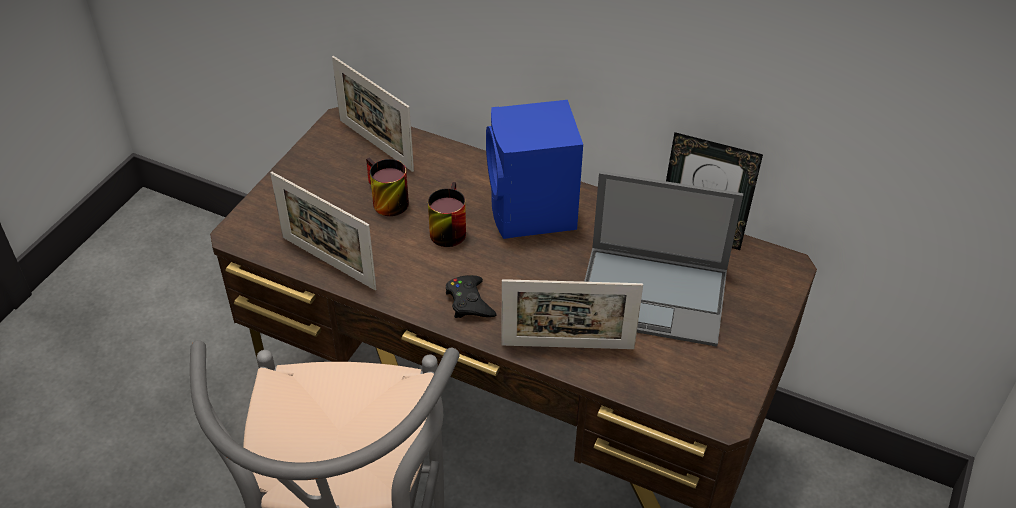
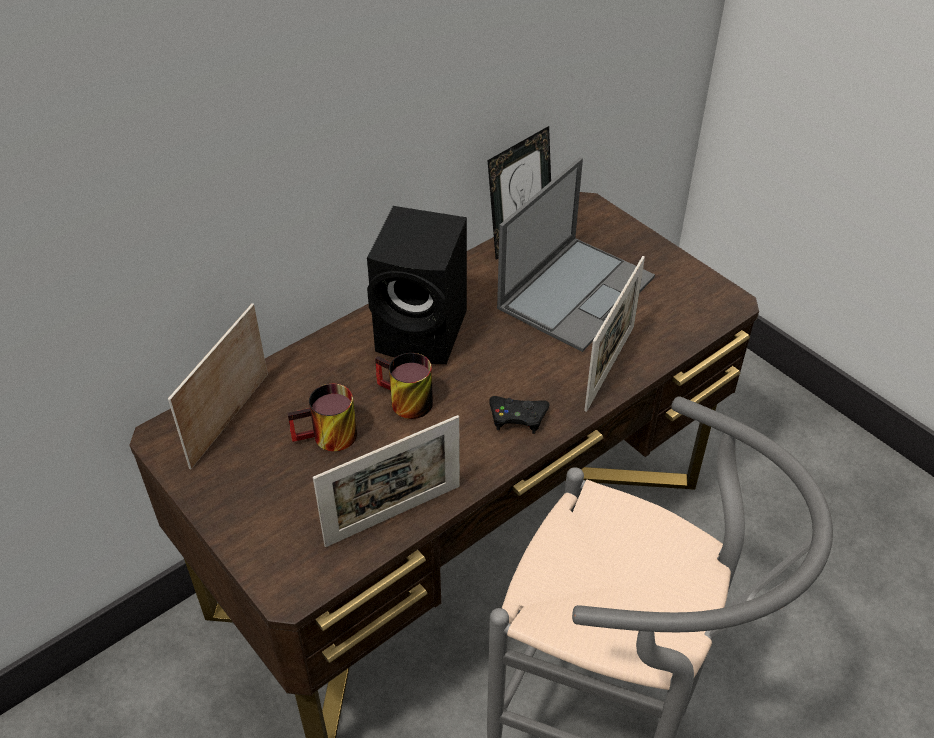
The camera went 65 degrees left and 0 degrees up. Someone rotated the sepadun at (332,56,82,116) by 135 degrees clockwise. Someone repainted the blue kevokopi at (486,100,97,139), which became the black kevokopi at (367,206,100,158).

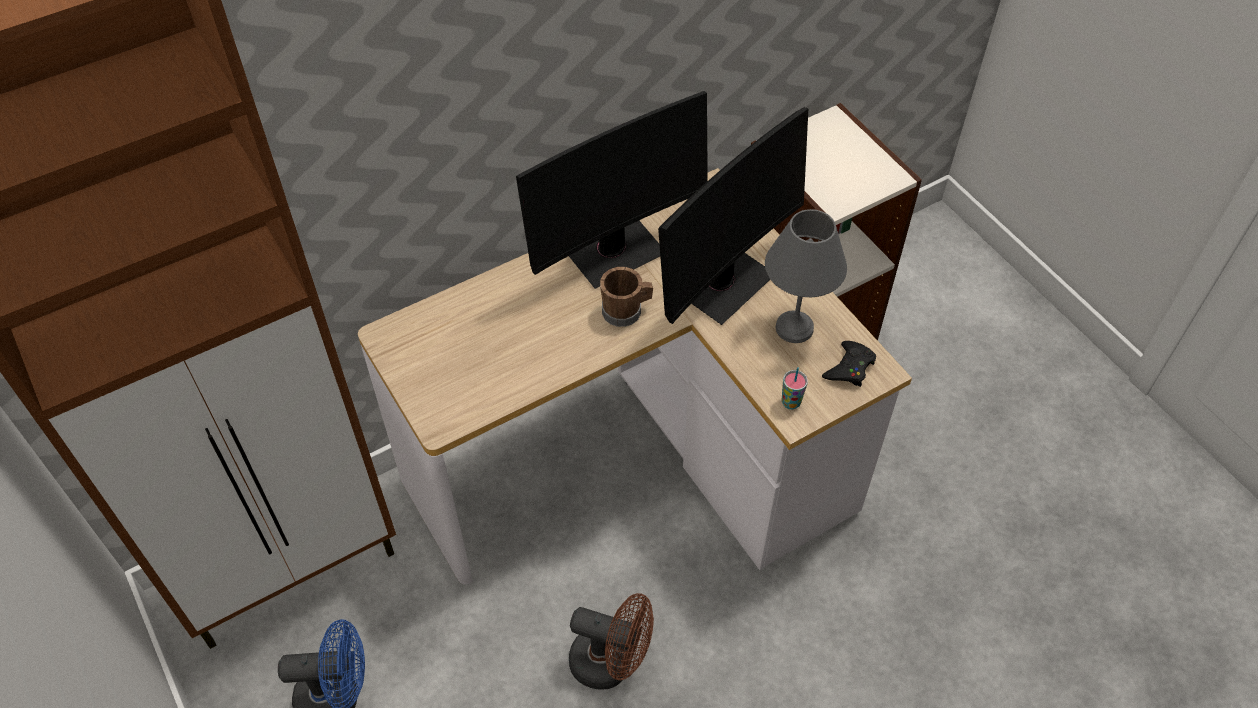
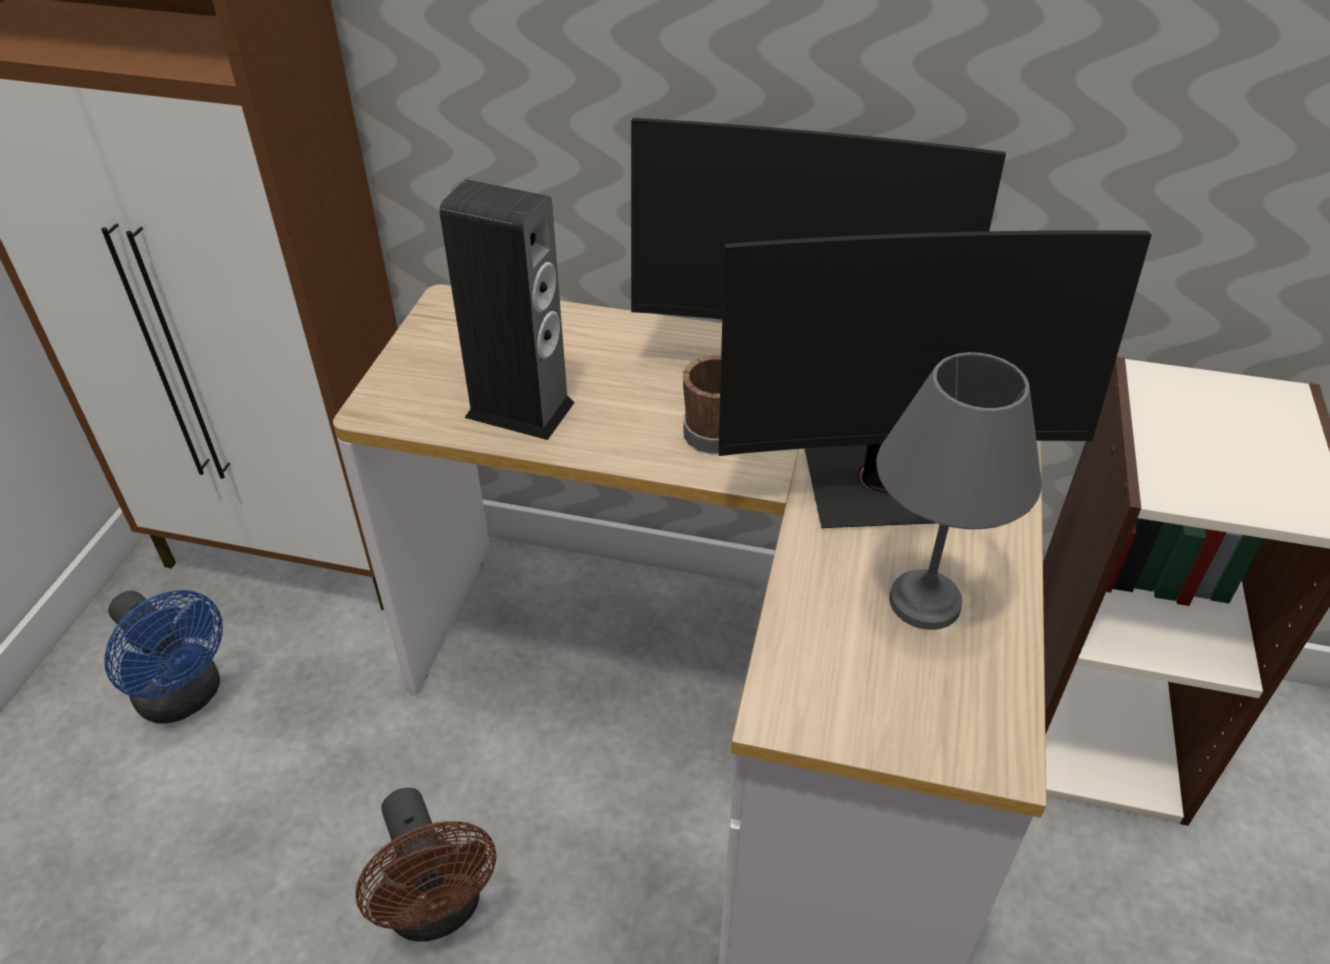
The camera went 45 degrees right and 10 degrees down. Someone took away the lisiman at (782,367,26,42). Someone took away the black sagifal at (822,341,54,46). Someone put down the kevokopi at (439,180,136,260).

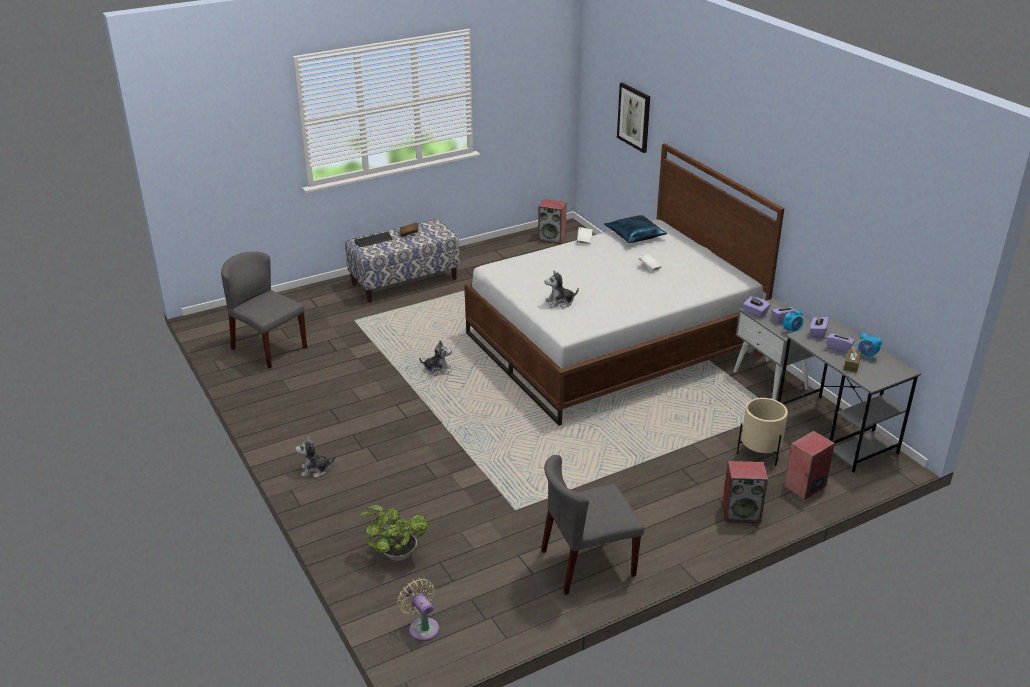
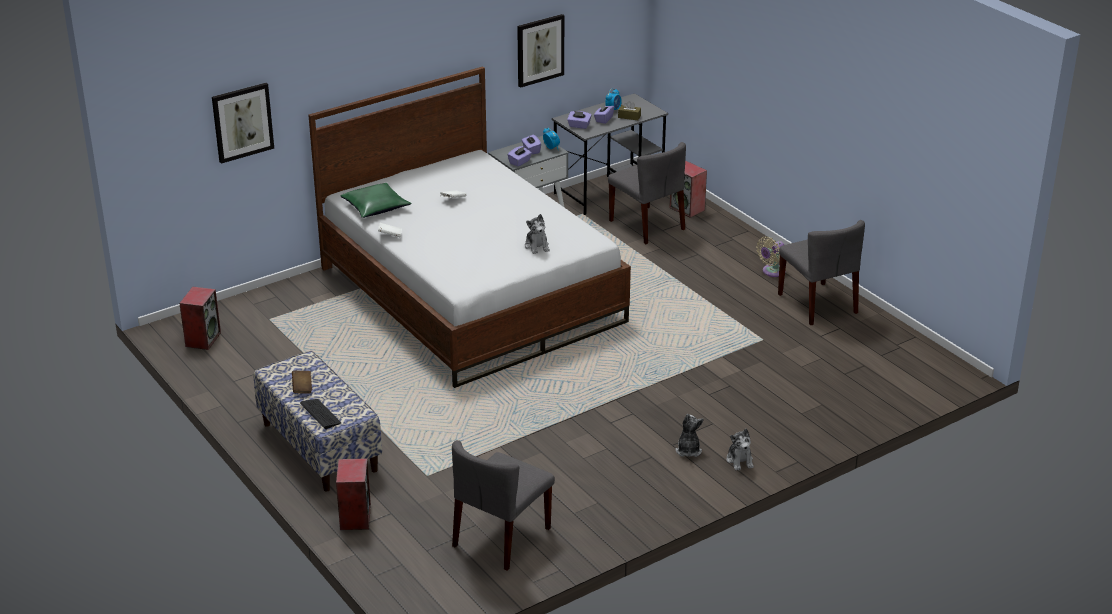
The camera went 95 degrees left and 0 degrees up. Someone took away the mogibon at (359,505,69,56). Someone carried the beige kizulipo from (397,578,42,63) to (756,237,28,40). Someone carried the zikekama from (419,340,33,36) to (675,414,29,43). Someone repainted the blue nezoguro at (604,215,63,28), which became the green nezoguro at (340,183,72,35). Someone carried the kevokopi from (722,461,46,62) to (336,459,35,71). Someone swapped the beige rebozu at (737,398,51,68) for the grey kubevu at (608,142,78,102). Someone put up the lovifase at (517,14,47,74).

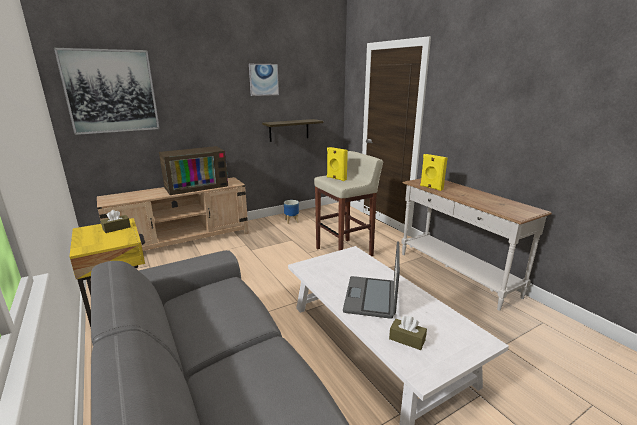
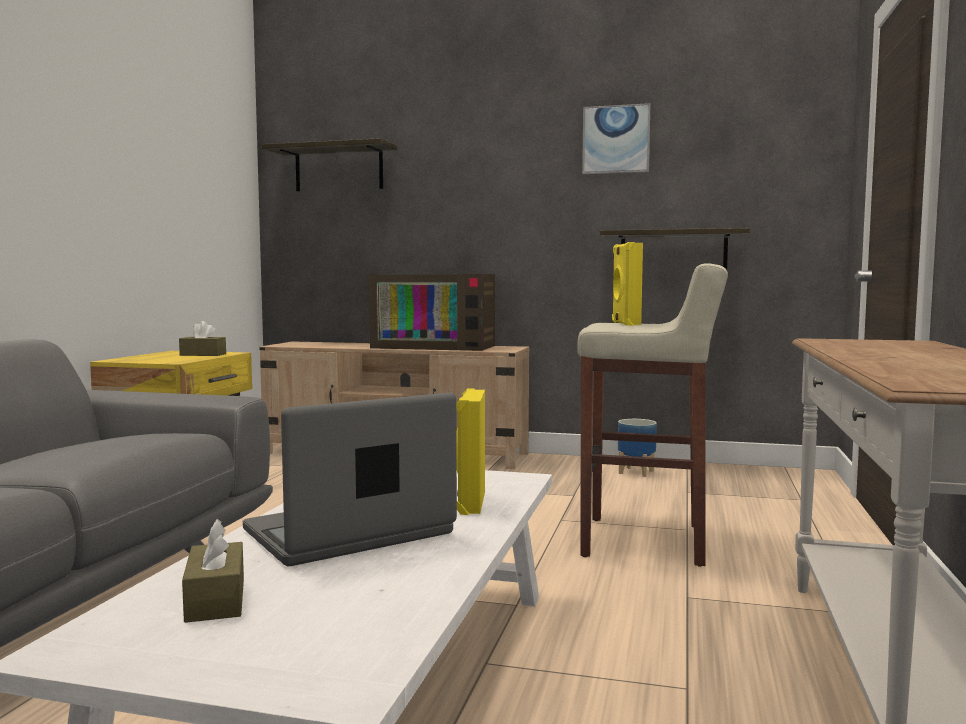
The camera went 45 degrees right and 15 degrees down. Someone swapped the lovifase at (54,48,106,87) for the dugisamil at (261,138,136,53). Someone carried the yellow kevokopi from (420,154,28,37) to (456,389,29,126).

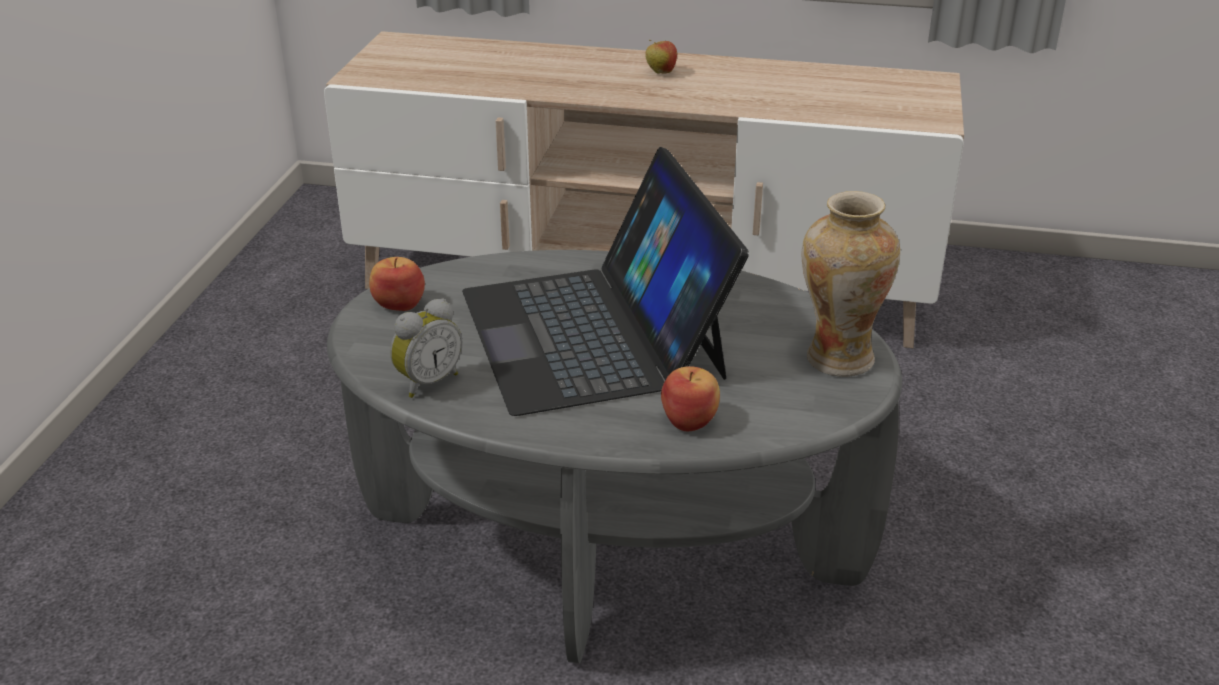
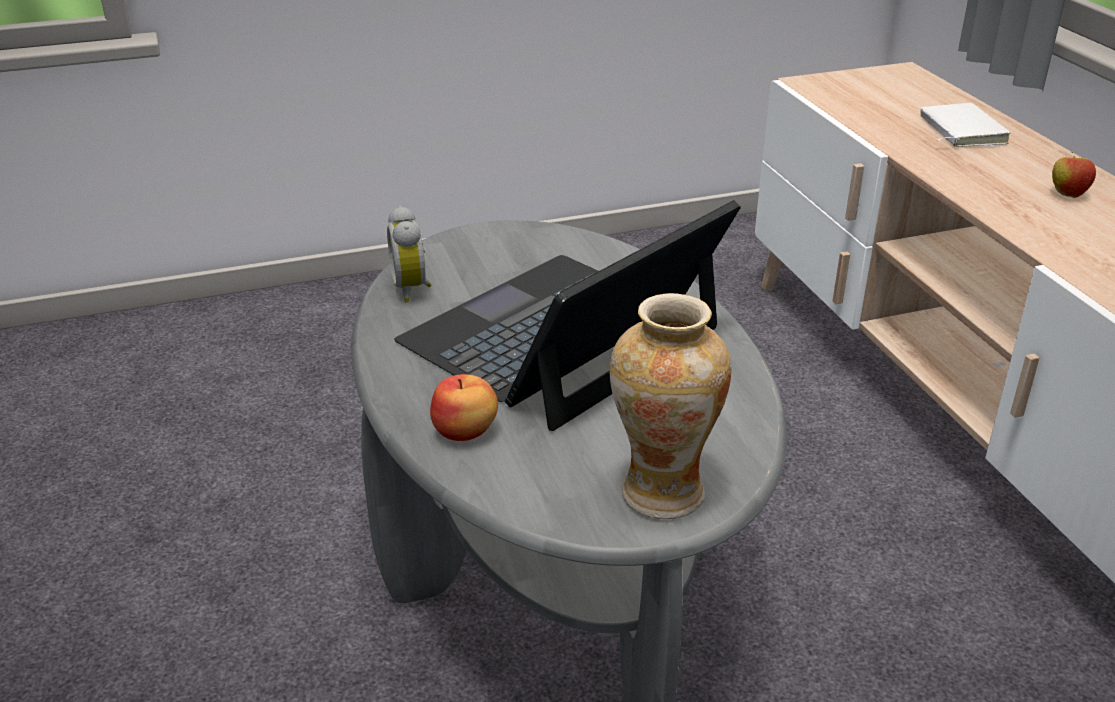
The camera went 60 degrees right and 0 degrees up. Someone took away the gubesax at (369,257,56,54). Someone rotated the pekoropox at (390,298,72,100) by 60 degrees clockwise. Someone put down the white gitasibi at (920,103,90,44).

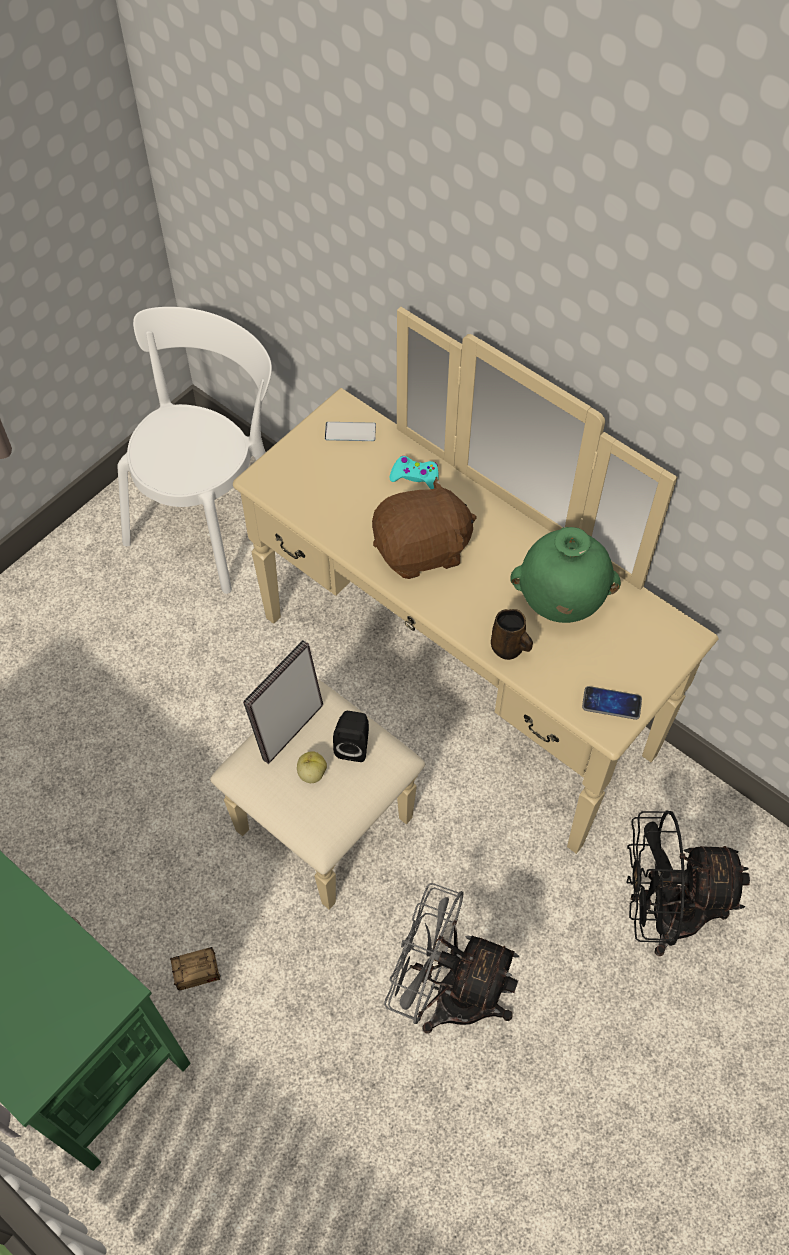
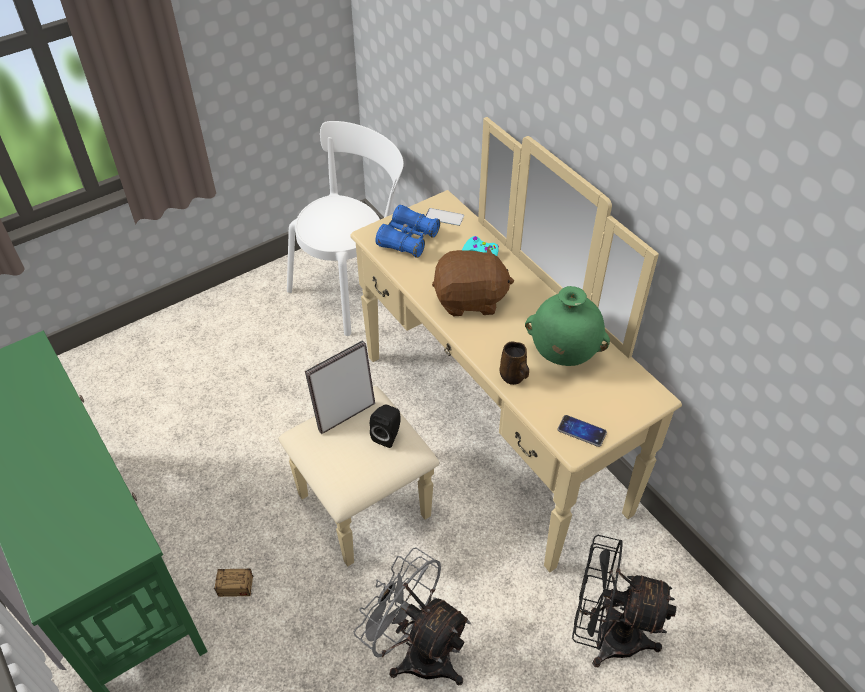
The camera went 15 degrees right and 10 degrees down. Someone took away the gubesax at (297,751,30,32). Someone put down the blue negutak at (376,205,64,53).

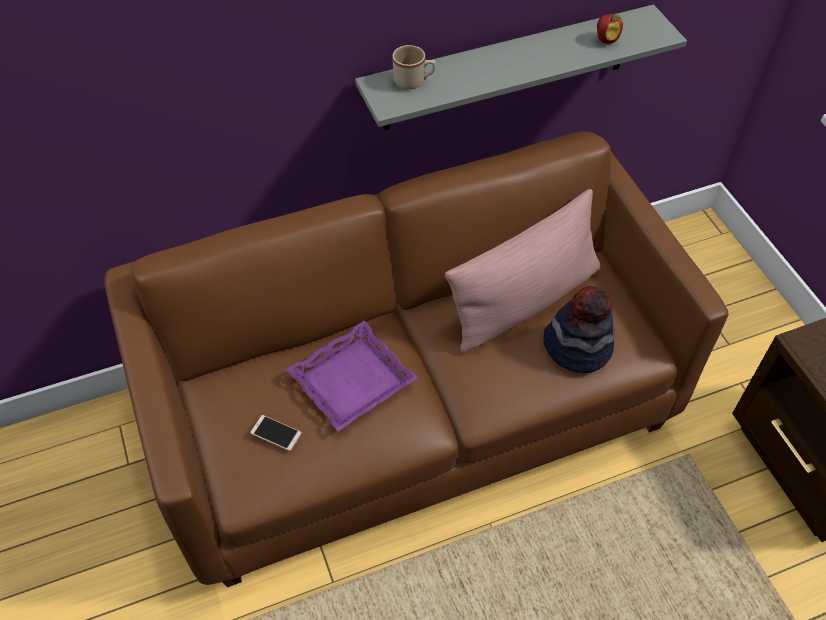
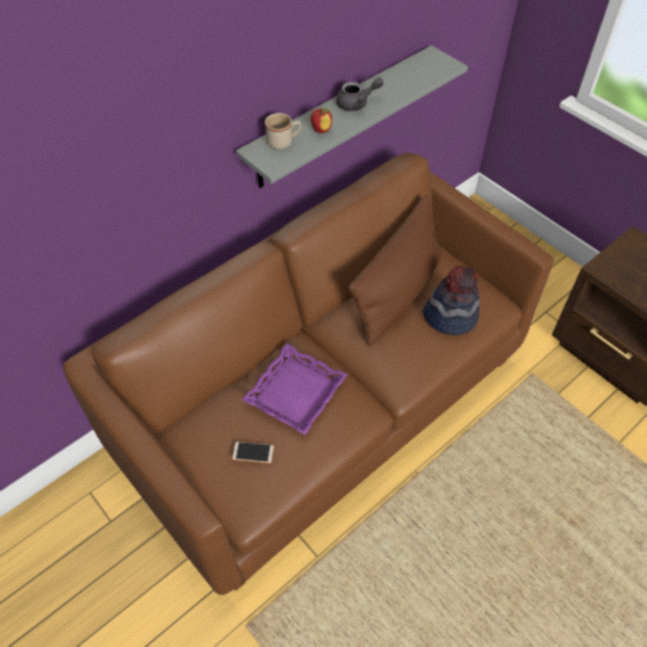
The camera went 20 degrees left and 0 degrees up. Someone repainted the pink nezoguro at (445,189,156,164), which became the brown nezoguro at (348,195,94,151). Someone carried the gubesax from (597,14,26,30) to (311,108,21,25). Someone put down the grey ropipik at (336,77,48,34).

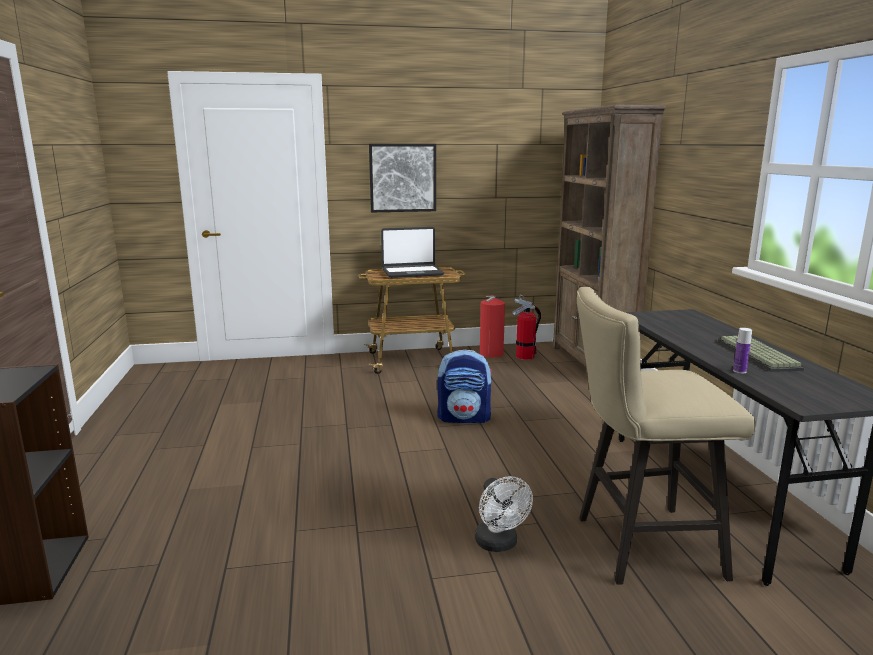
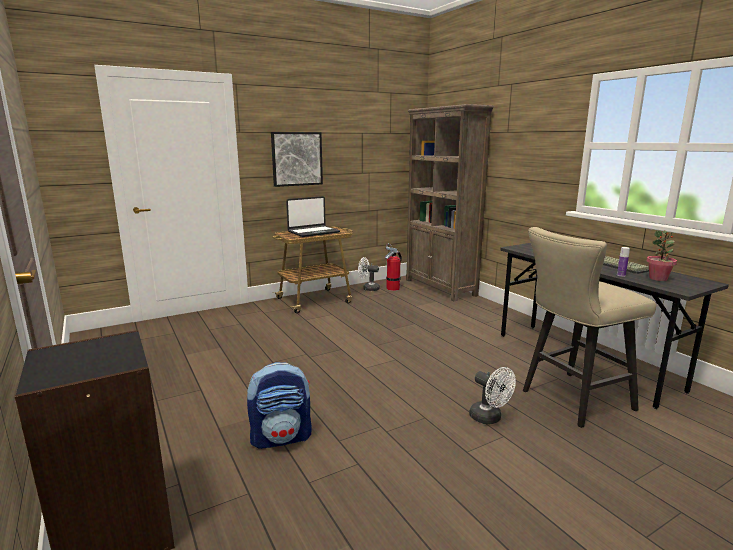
The camera went 20 degrees left and 0 degrees up. Someone carried the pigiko from (437,350,56,73) to (247,362,65,87). Someone swapped the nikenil at (480,296,25,62) for the white kizulipo at (358,257,22,34). Someone put down the mogibon at (647,230,30,51).

